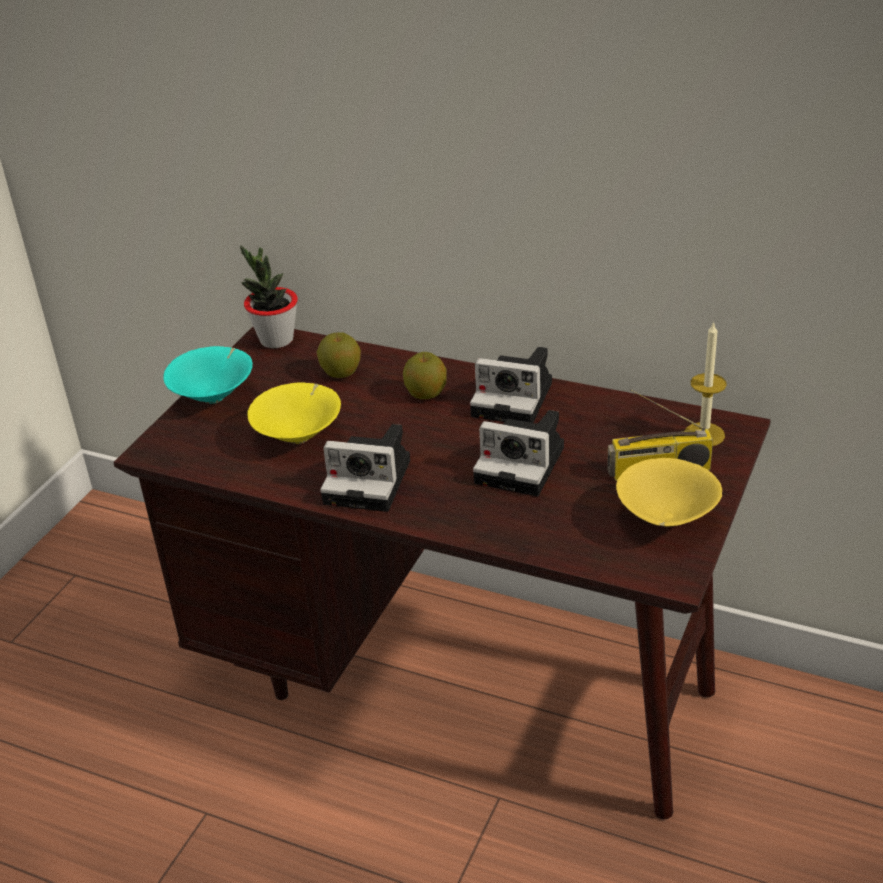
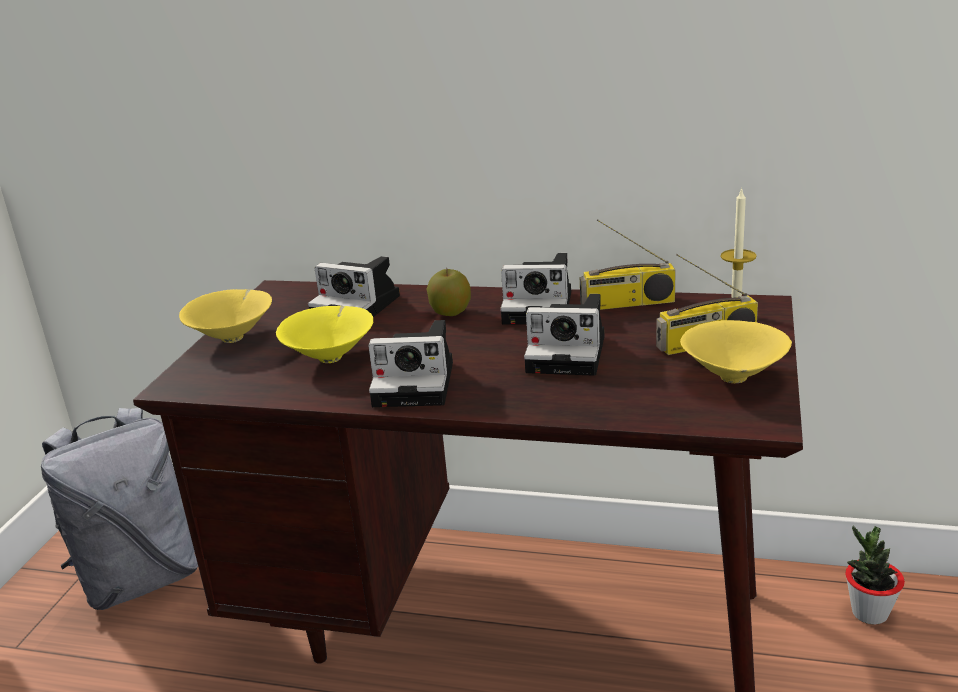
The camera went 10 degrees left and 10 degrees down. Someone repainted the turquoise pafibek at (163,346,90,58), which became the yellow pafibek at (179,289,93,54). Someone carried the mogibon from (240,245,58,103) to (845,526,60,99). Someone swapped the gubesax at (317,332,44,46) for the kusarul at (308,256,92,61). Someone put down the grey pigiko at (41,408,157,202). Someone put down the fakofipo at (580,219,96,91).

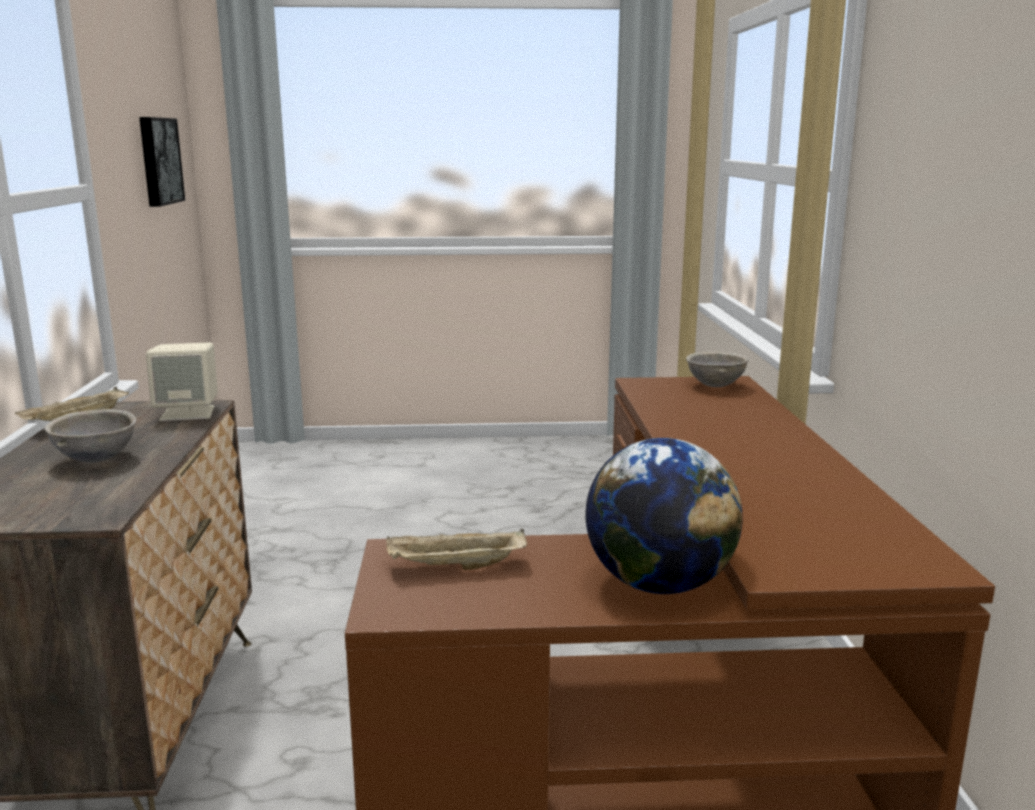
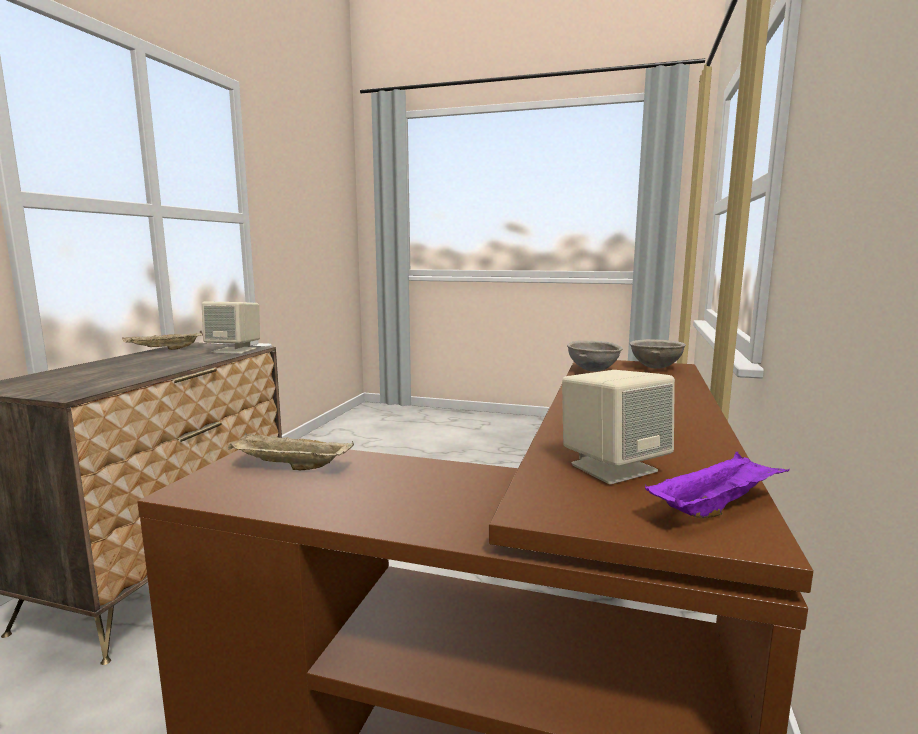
The camera went 20 degrees right and 5 degrees down. Someone carried the grey pafibek from (44,409,92,54) to (567,341,56,31). Someone took away the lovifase at (139,117,46,90). Someone took away the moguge at (585,438,158,156). Someone put down the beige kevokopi at (562,370,113,114). Someone put down the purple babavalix at (645,452,144,66).

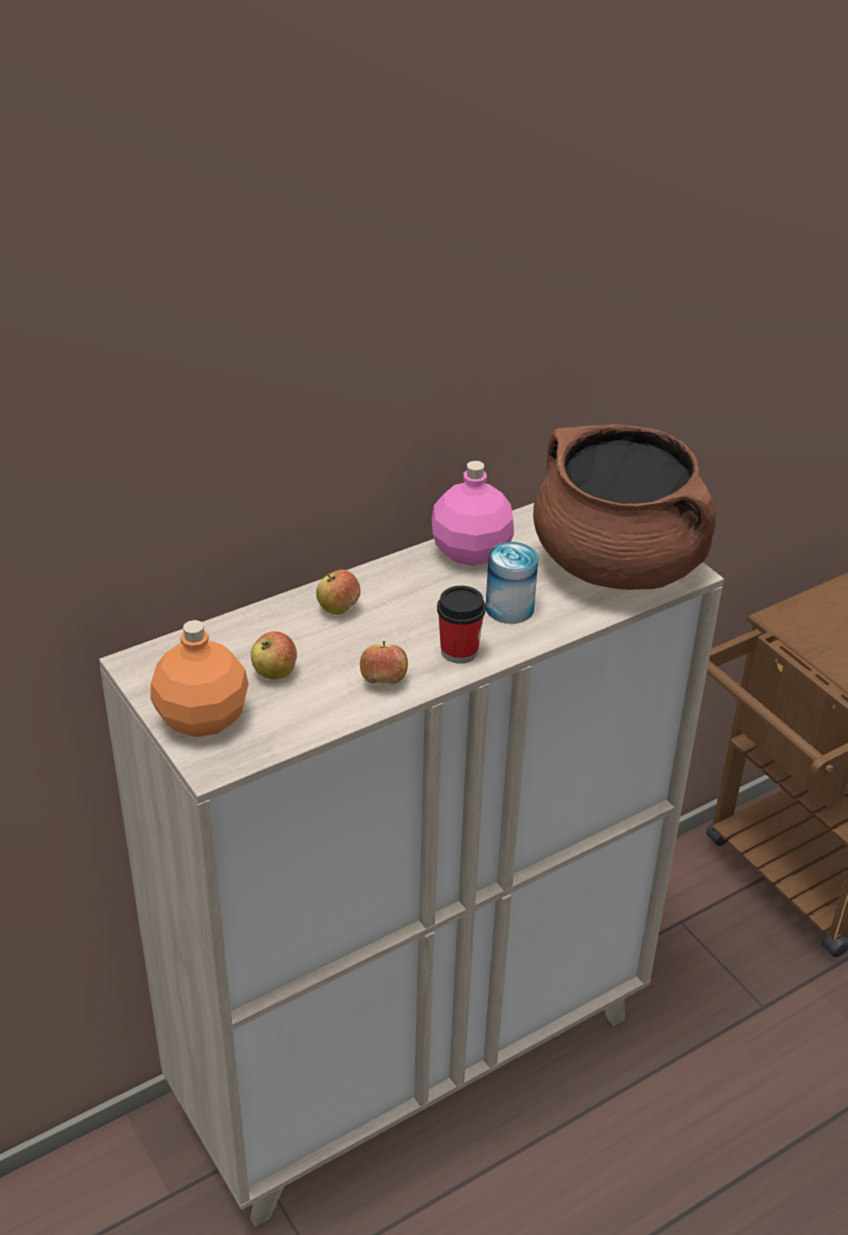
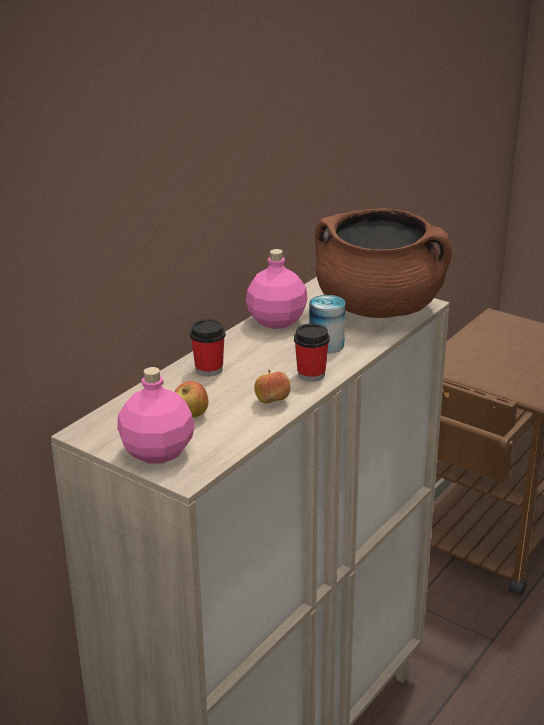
The camera went 20 degrees left and 10 degrees down. Someone repainted the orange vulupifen at (150,620,99,117), which became the pink vulupifen at (117,367,78,97). Someone swapped the gubesax at (316,570,45,45) for the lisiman at (190,319,36,58).

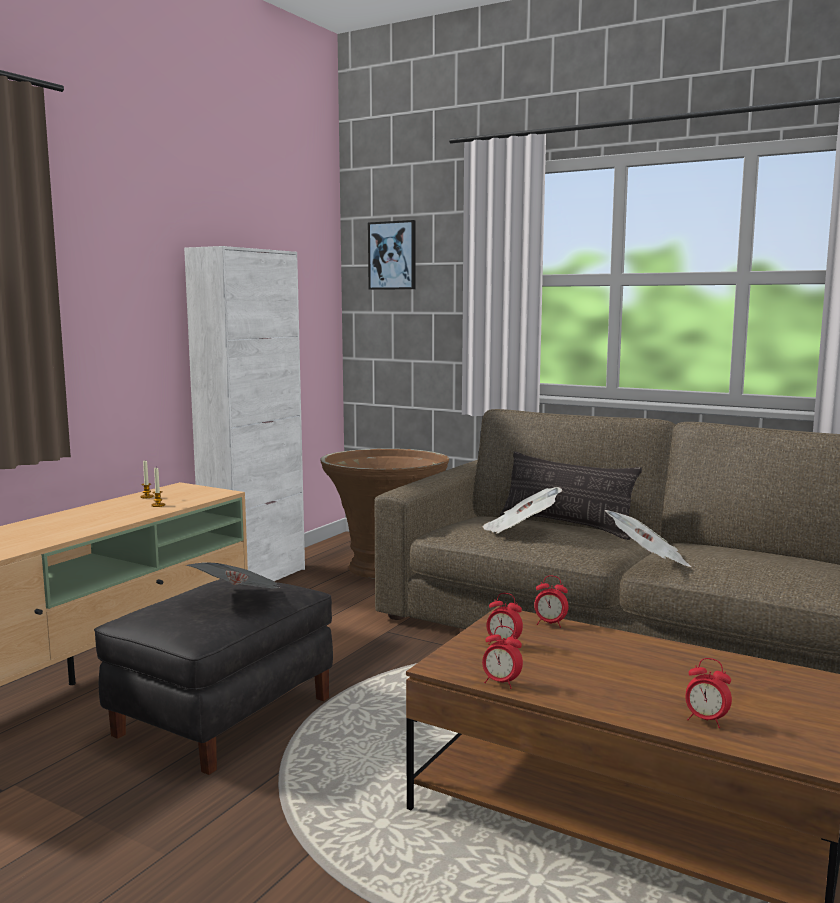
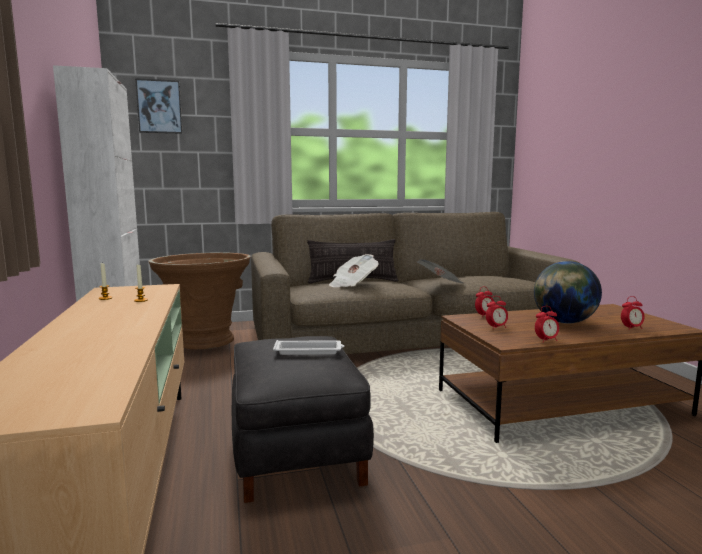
The camera went 45 degrees left and 0 degrees up. Someone swapped the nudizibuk at (186,562,94,26) for the white babavalix at (273,340,71,15). Someone put down the moguge at (534,261,68,63).

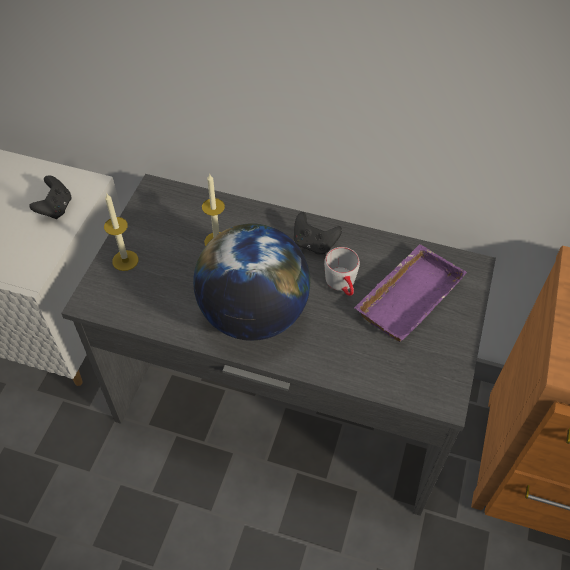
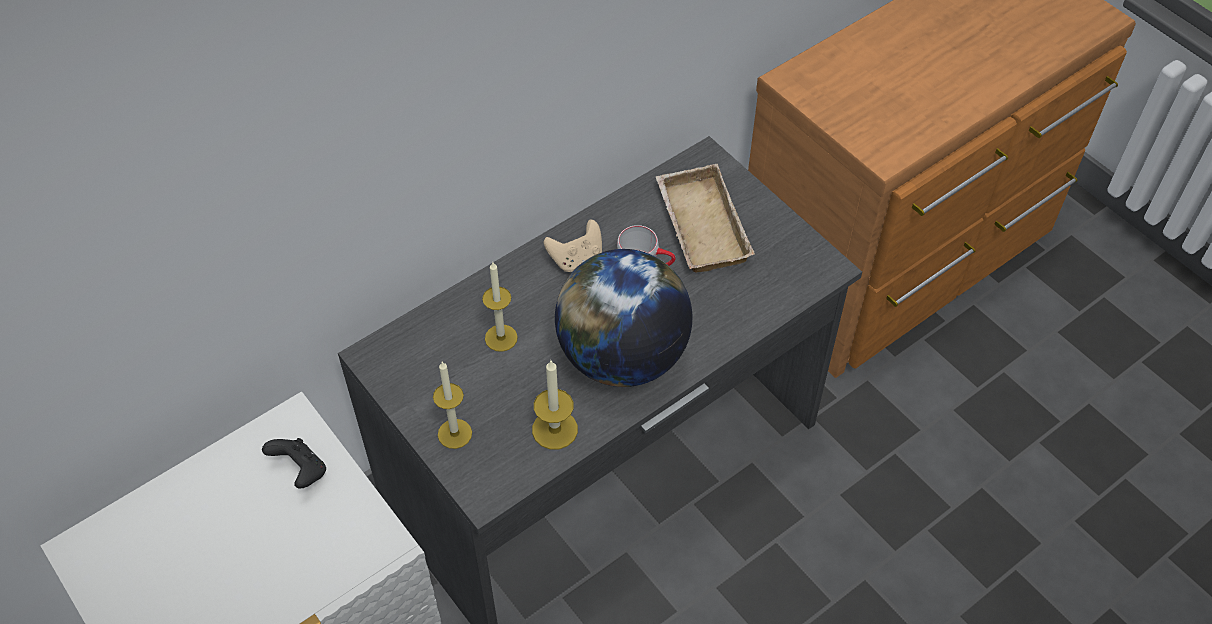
The camera went 55 degrees left and 0 degrees up. Someone repainted the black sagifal at (294,212,48,43), which became the beige sagifal at (544,220,58,52). Someone repainted the purple babavalix at (354,244,113,98), which became the beige babavalix at (655,164,100,109). Someone put down the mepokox at (532,361,46,89).

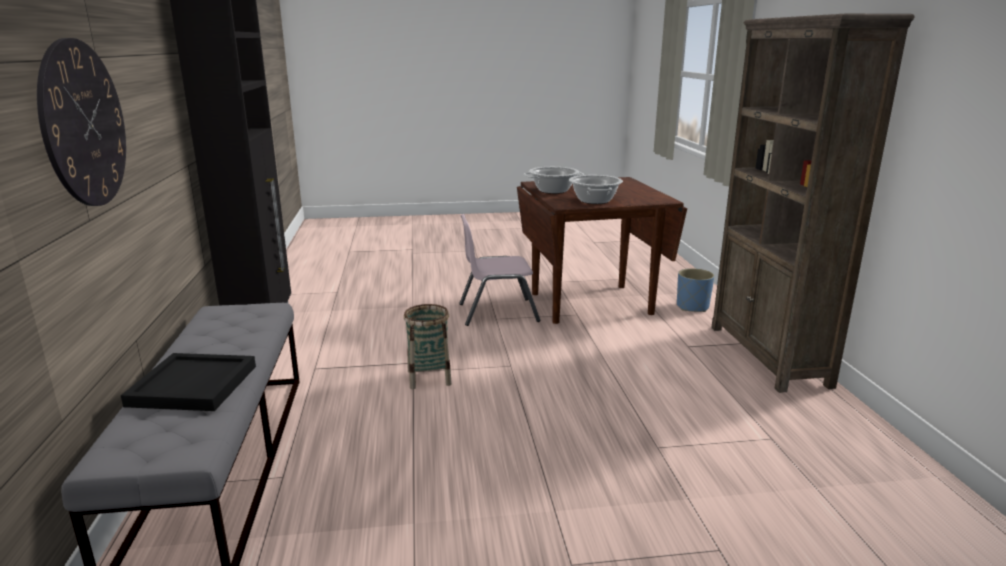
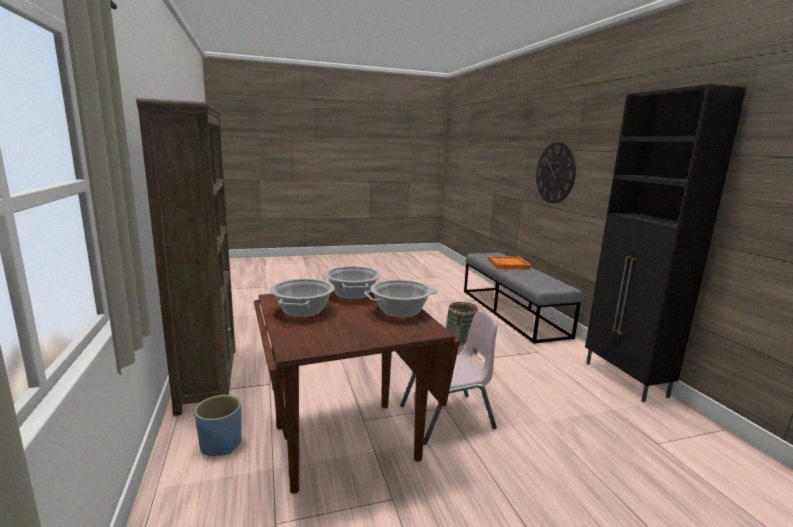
The camera went 170 degrees right and 5 degrees down. Someone repainted the black babavalix at (121,353,135,58), which became the orange babavalix at (488,256,43,14). Someone put down the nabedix at (270,278,65,40).

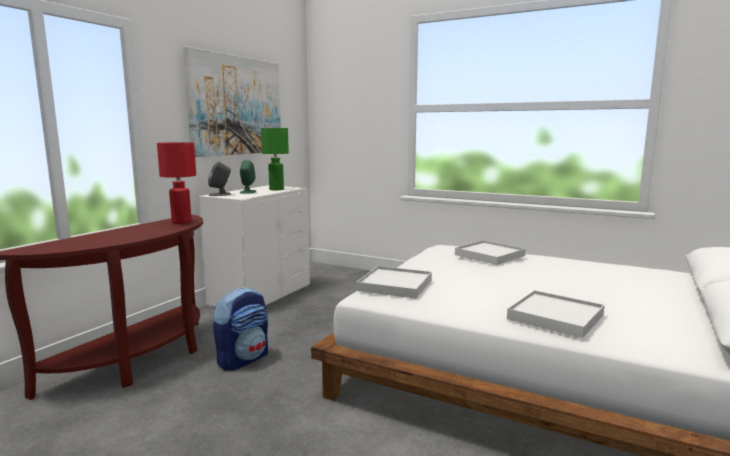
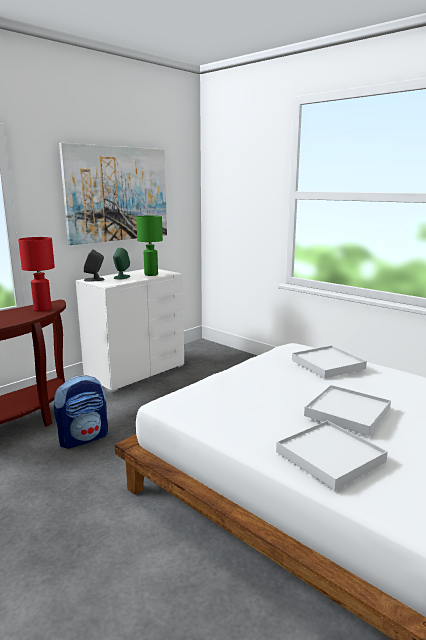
The camera went 15 degrees right and 5 degrees up. Someone carried the white babavalix from (357,266,75,33) to (304,385,87,51).

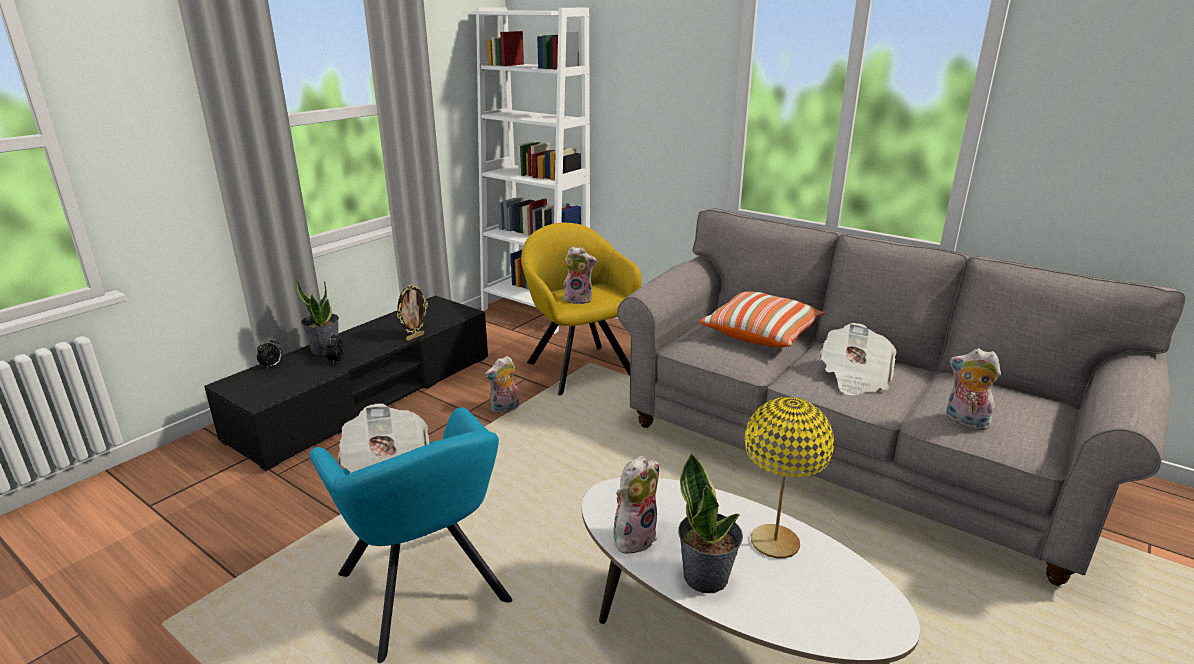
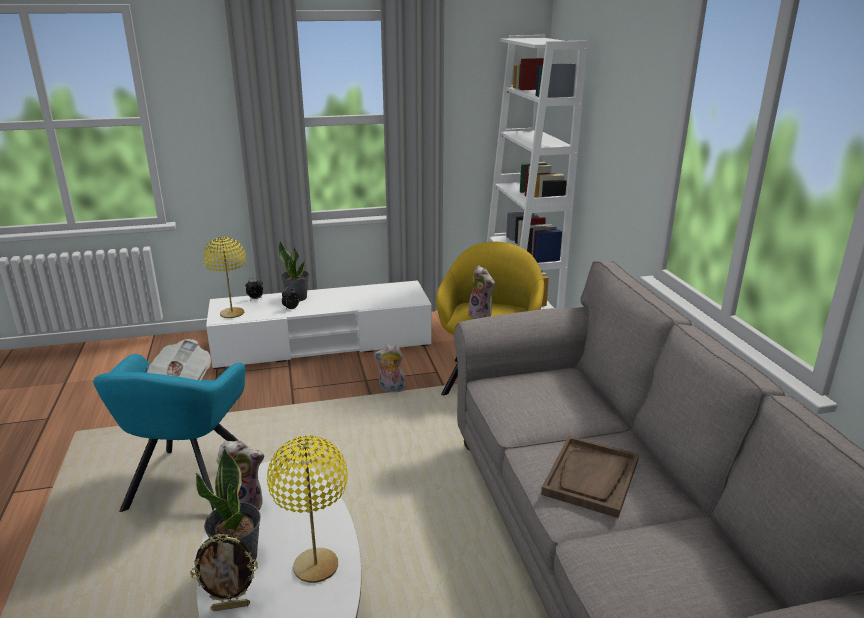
The camera went 40 degrees right and 0 degrees up. Someone repainted the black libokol at (204,296,284,175), which became the white libokol at (206,280,225,89). Someone carried the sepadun from (397,284,31,57) to (190,534,68,77). Someone took away the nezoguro at (699,291,126,57). Someone swapped the nudizibuk at (820,323,77,72) for the brown babavalix at (541,436,98,82). Someone took away the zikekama at (946,349,55,81). Someone put down the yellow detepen at (203,237,43,81).

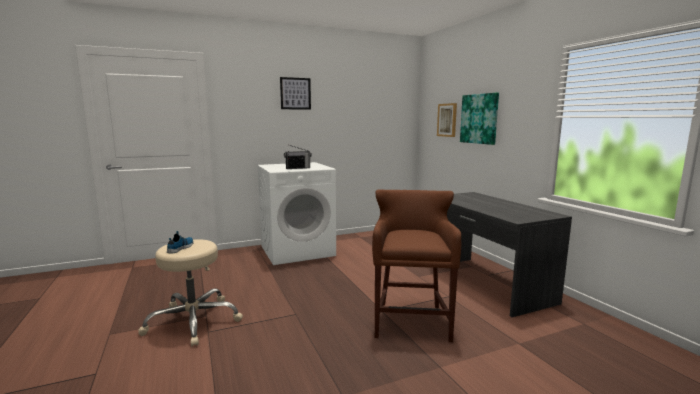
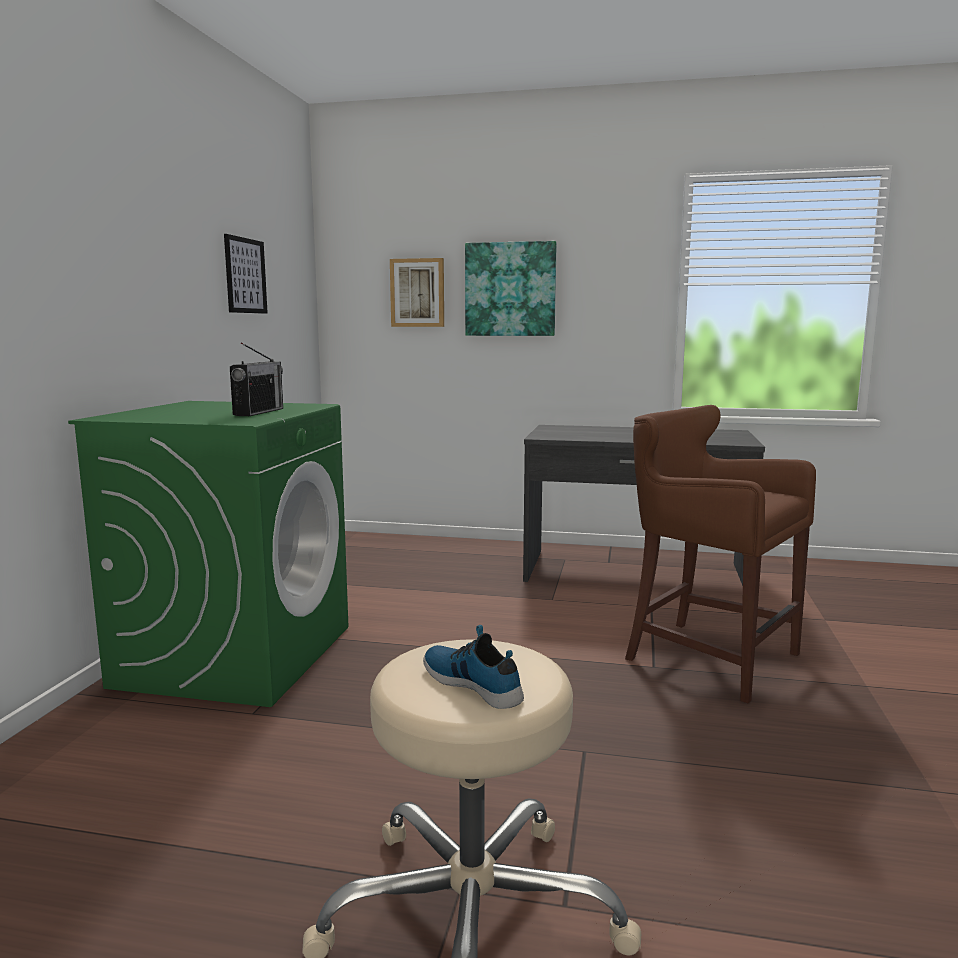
The camera went 55 degrees left and 0 degrees up. Someone repainted the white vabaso at (257,162,79,103), which became the green vabaso at (68,401,280,306). Someone carried the lovifase from (280,77,31,33) to (224,234,44,80).

